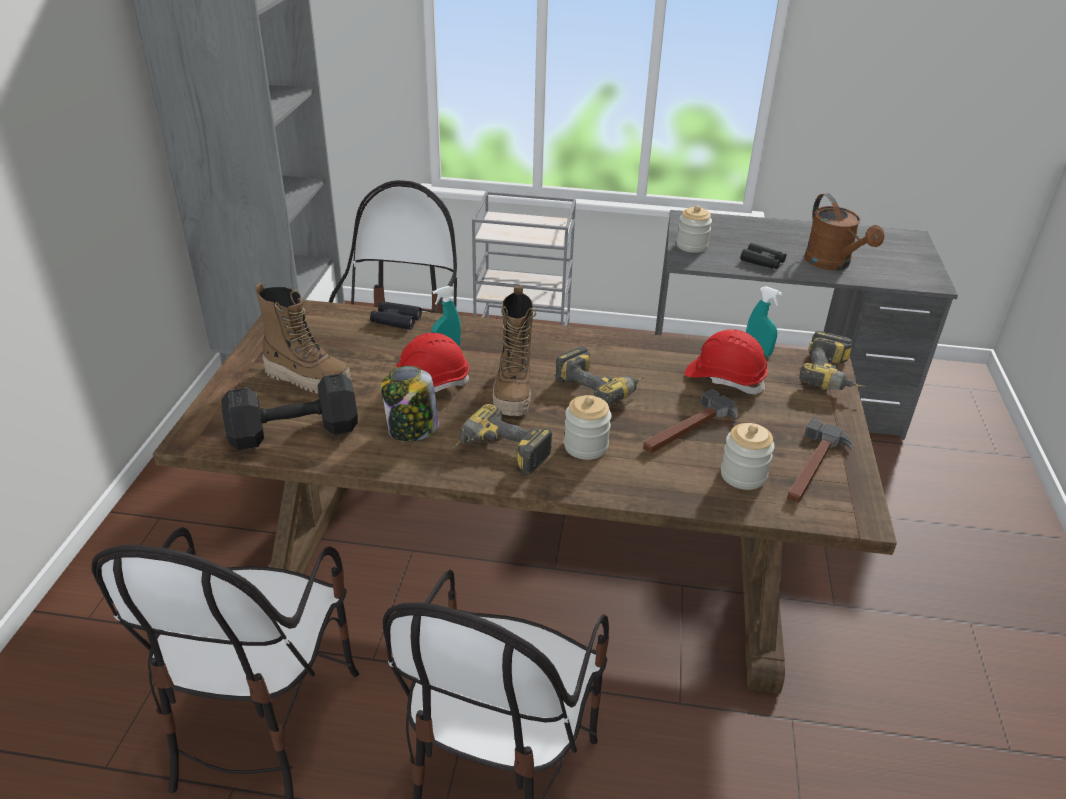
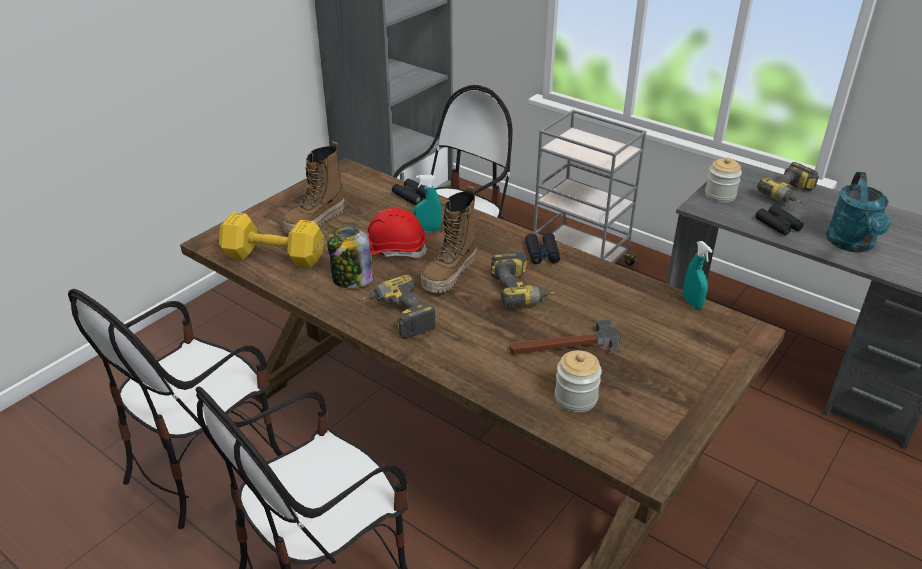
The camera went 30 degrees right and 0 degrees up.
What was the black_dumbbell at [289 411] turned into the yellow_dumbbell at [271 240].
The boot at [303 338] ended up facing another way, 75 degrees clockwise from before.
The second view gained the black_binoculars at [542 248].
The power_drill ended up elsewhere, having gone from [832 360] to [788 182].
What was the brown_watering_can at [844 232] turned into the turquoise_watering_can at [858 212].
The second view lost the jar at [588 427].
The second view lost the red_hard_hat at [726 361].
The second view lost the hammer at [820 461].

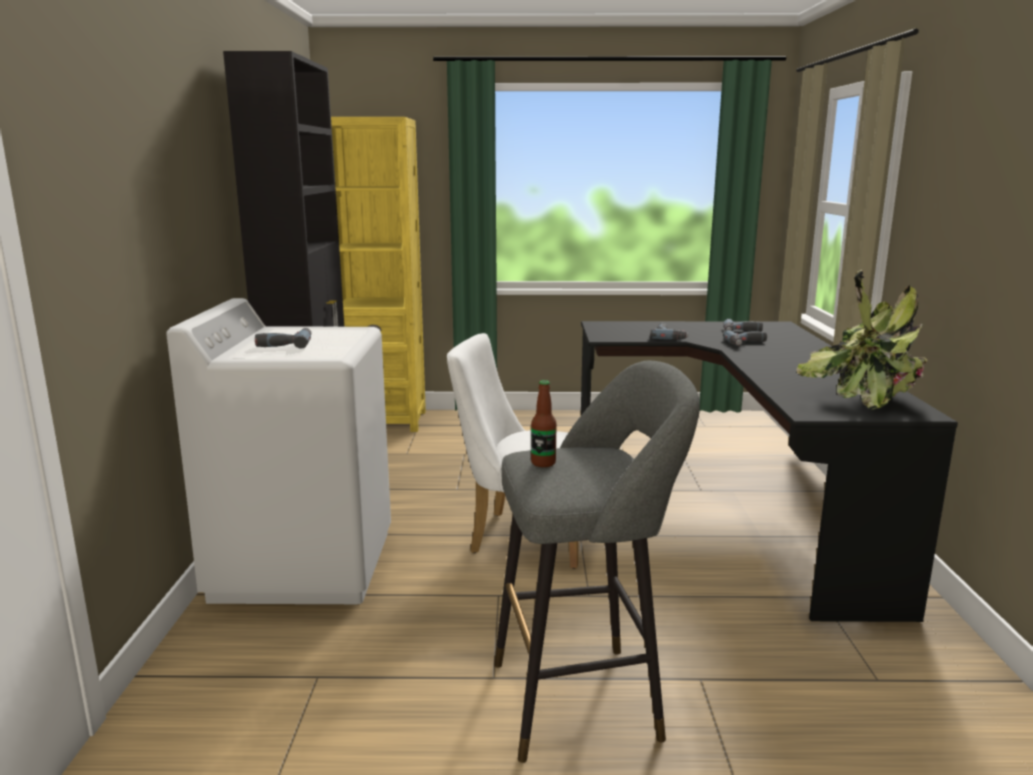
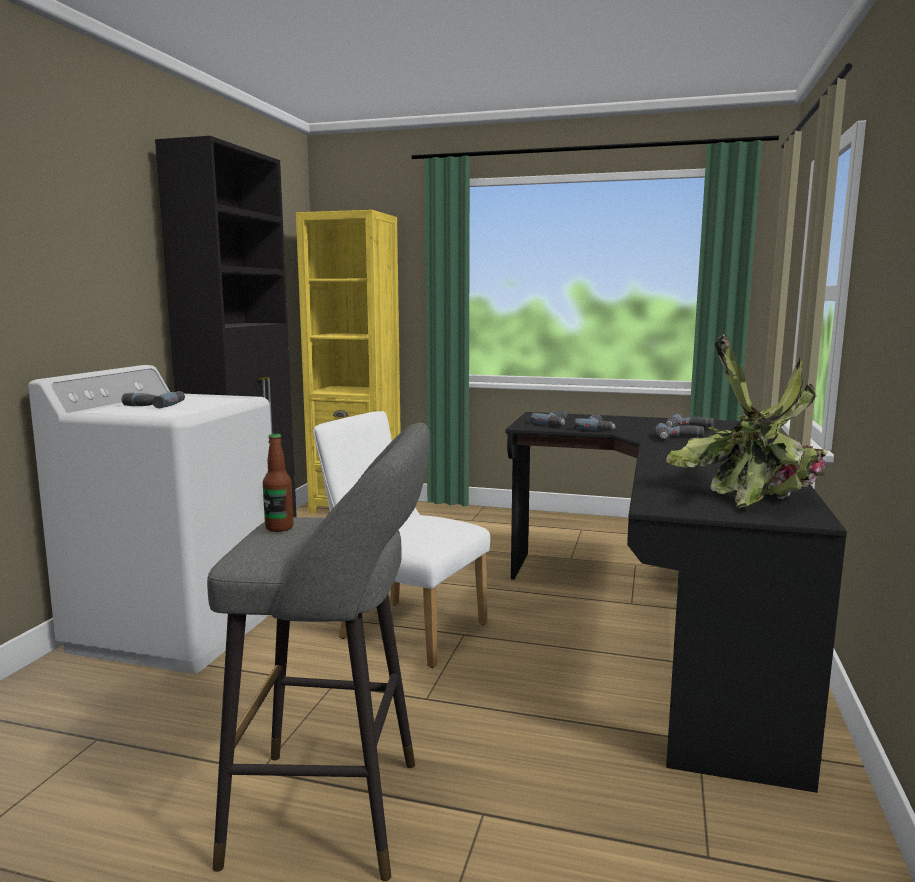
The camera went 15 degrees right and 5 degrees down.
The second view gained the power_drill at [549 418].

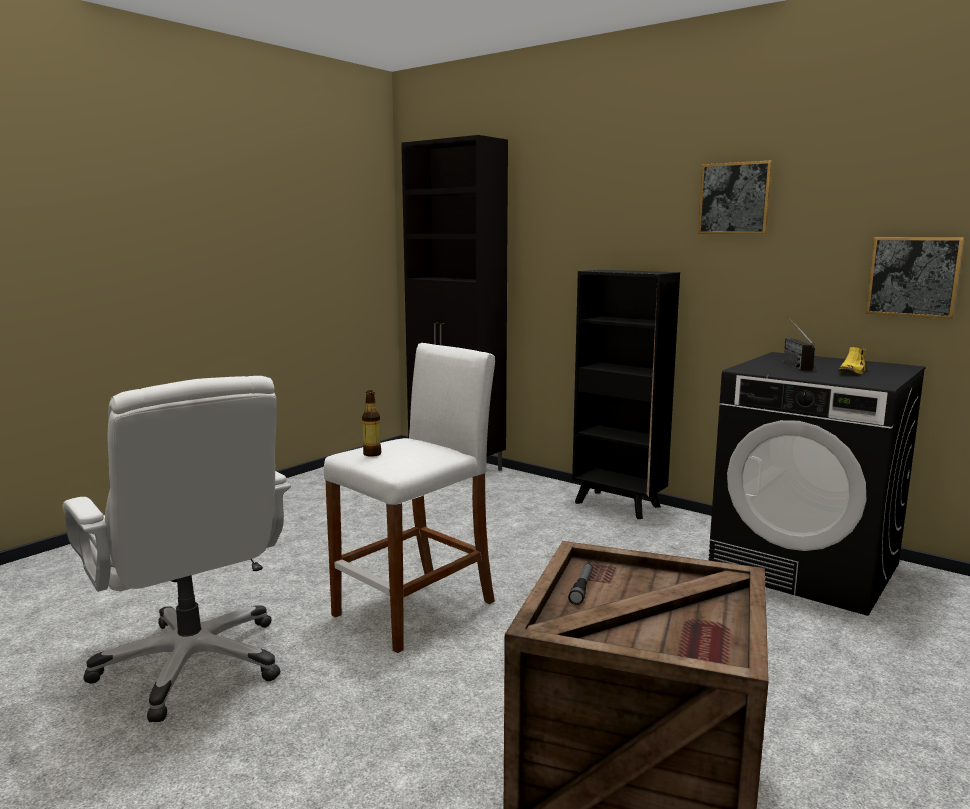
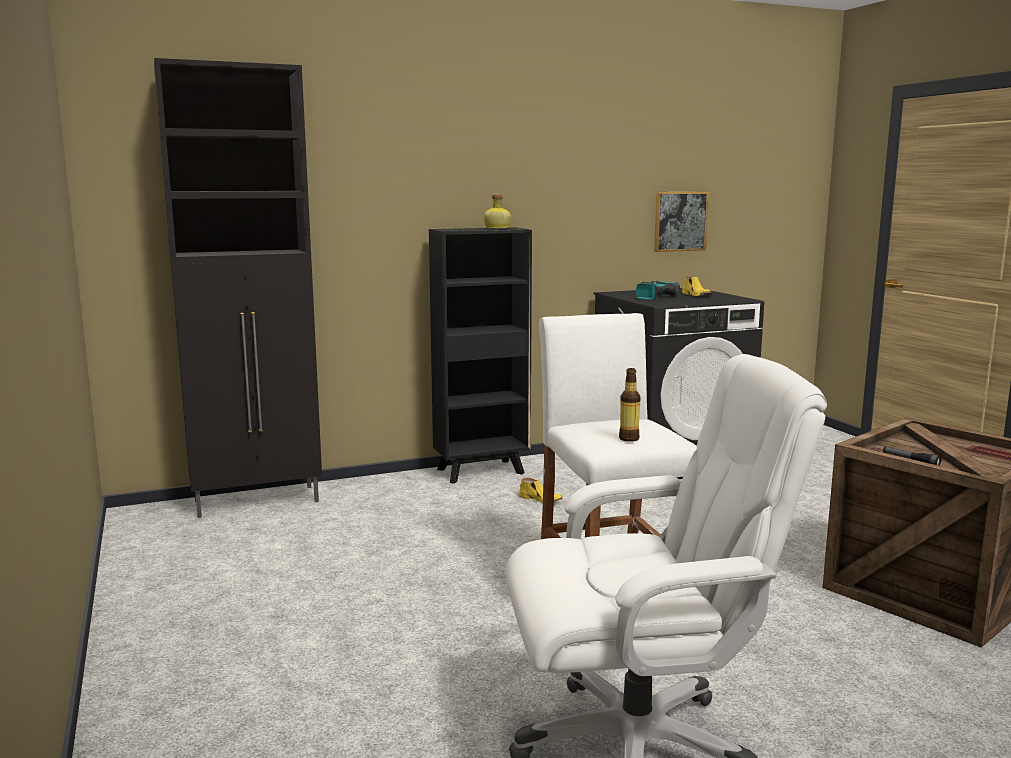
The camera went 60 degrees left and 0 degrees up.
The second view gained the bottle at [497 211].
The second view gained the yellow_shoe at [541 490].
Where the radio stood at [799 344], the power_drill came to stand at [658 290].
The second view lost the picture at [735 197].

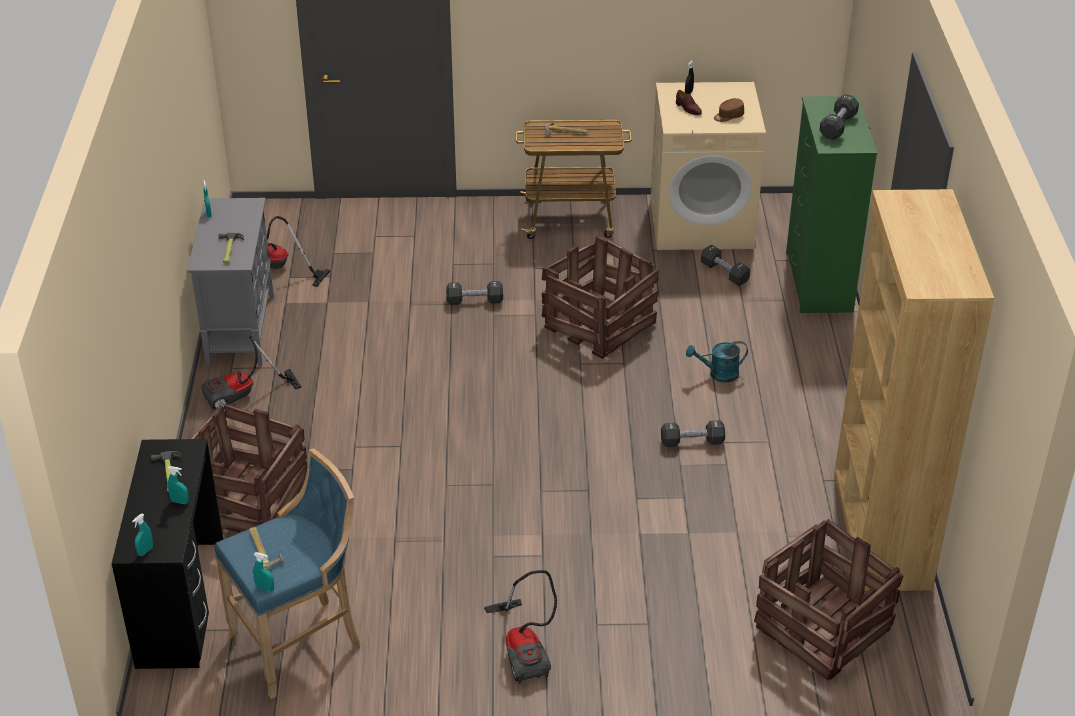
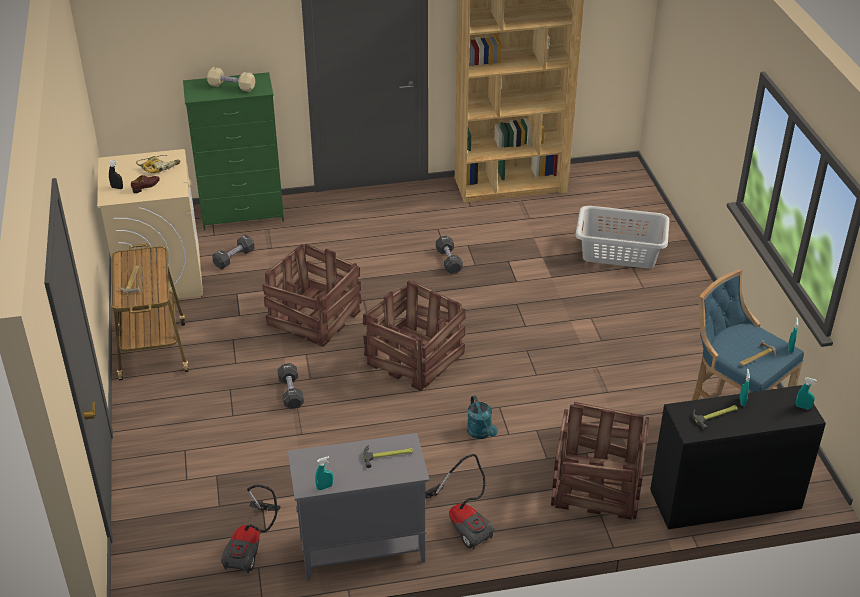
The camera went 100 degrees left and 0 degrees up.
Where the brown_cap stood at [729 110], the power_drill came to stand at [158 164].
What was the black_dumbbell at [839 117] turned into the beige_dumbbell at [231 79].
The crate ended up elsewhere, having gone from [829 600] to [414 336].
The turquoise_watering_can ended up elsewhere, having gone from [717 362] to [482 417].
The second view gained the grey_laundry_basket at [622 237].
The second view lost the vacuum_cleaner at [520 627].

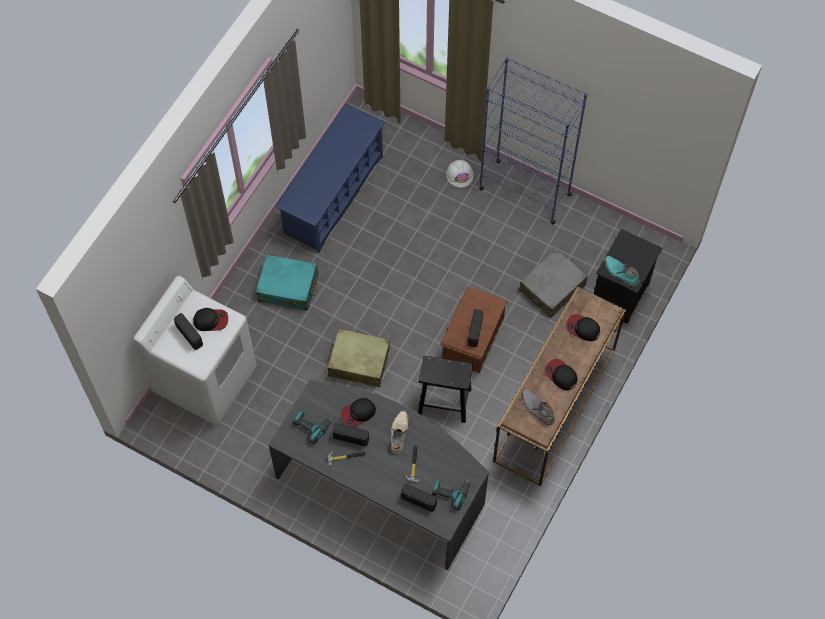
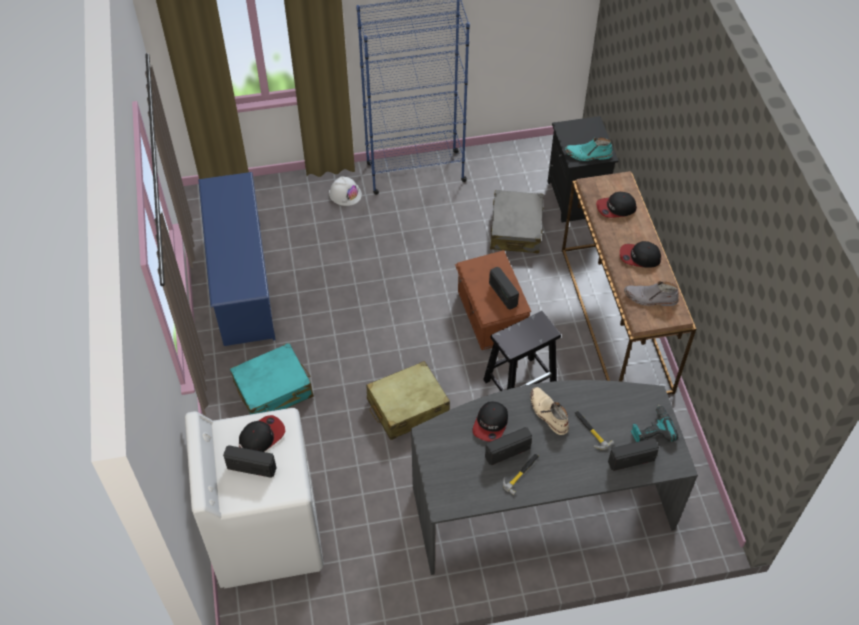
The camera went 40 degrees left and 10 degrees down.
The second view lost the power_drill at [312 427].

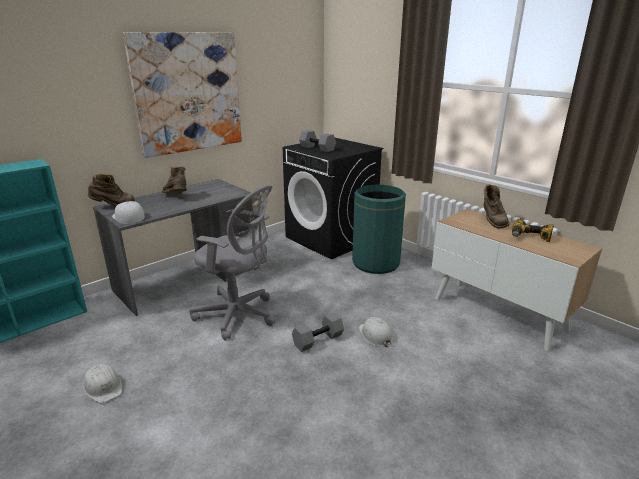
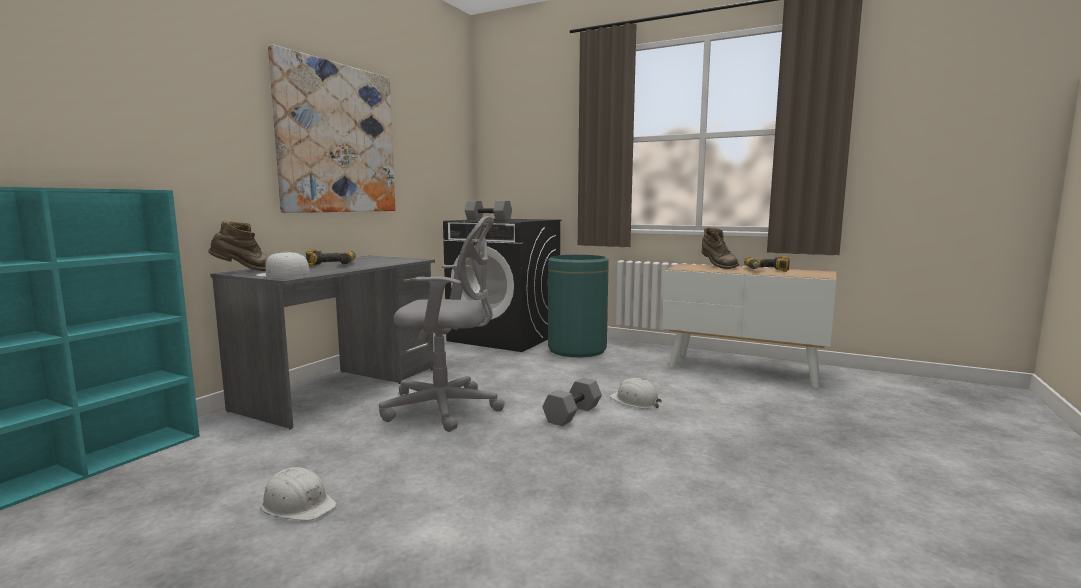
The camera went 20 degrees left and 15 degrees down.
Where the brown_boot stood at [174 180], the power_drill came to stand at [330 258].

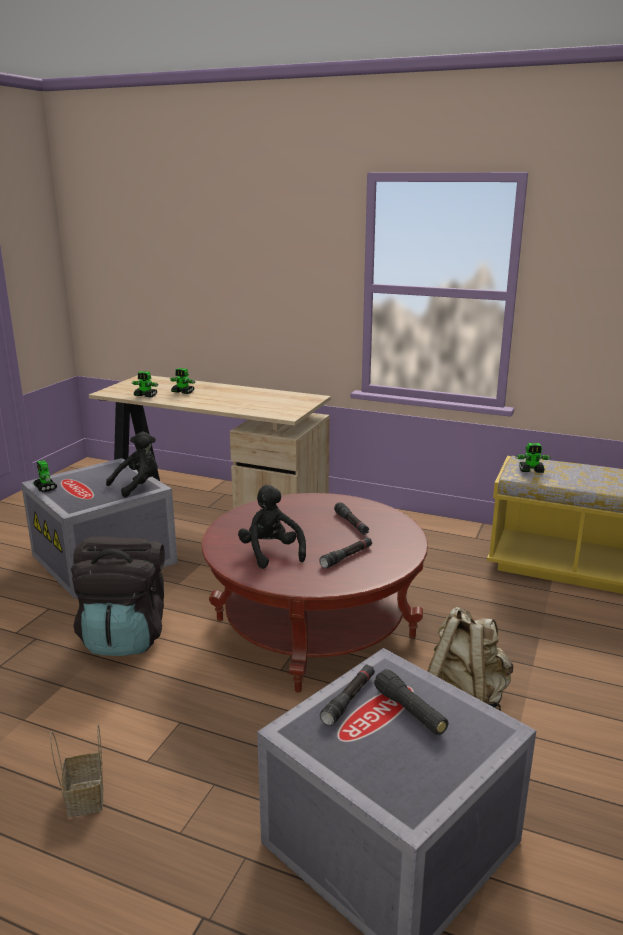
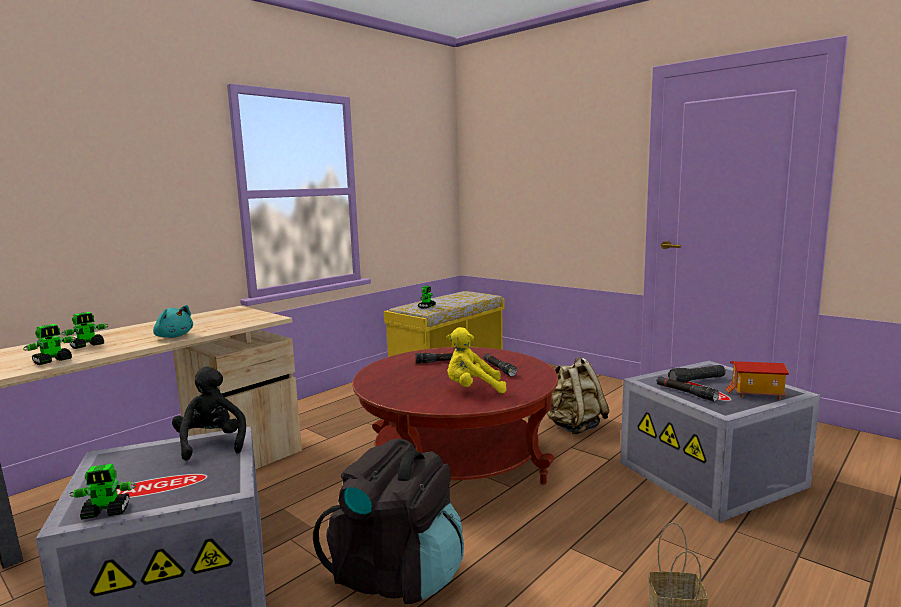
The camera went 70 degrees left and 10 degrees down.
The second view gained the turquoise_plush_toy at [173 321].
What was the black_plush_toy at [272 527] turned into the yellow_plush_toy at [477 360].
The second view gained the toy_house at [757 380].

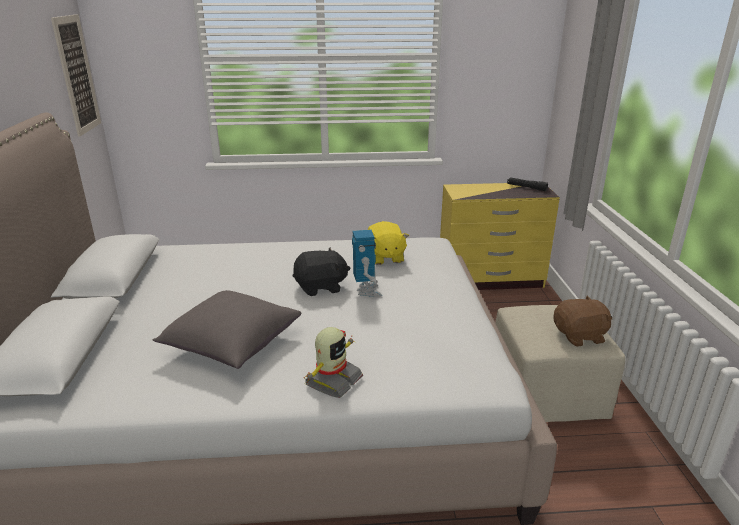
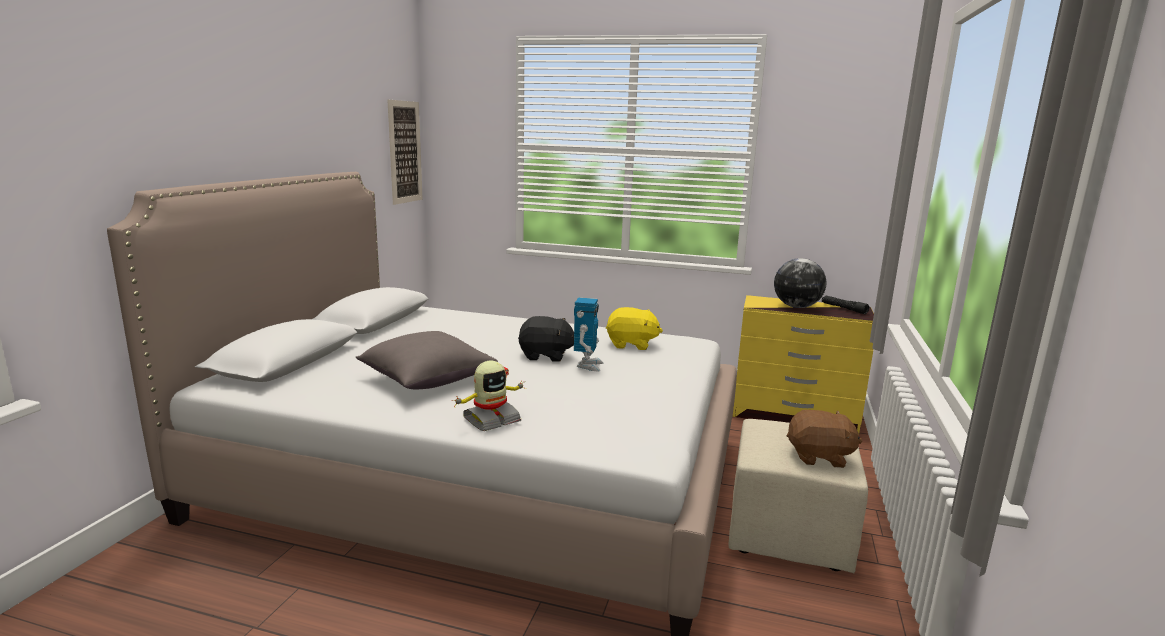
The camera went 20 degrees right and 10 degrees down.
The yellow_plush_toy at [388 243] ended up facing another way, 90 degrees counterclockwise from before.
The second view gained the globe at [800 283].

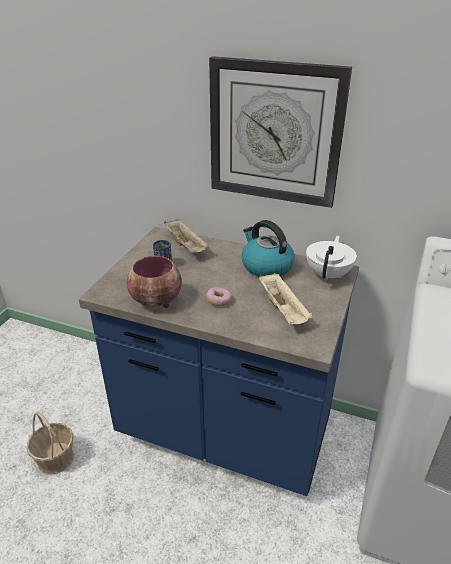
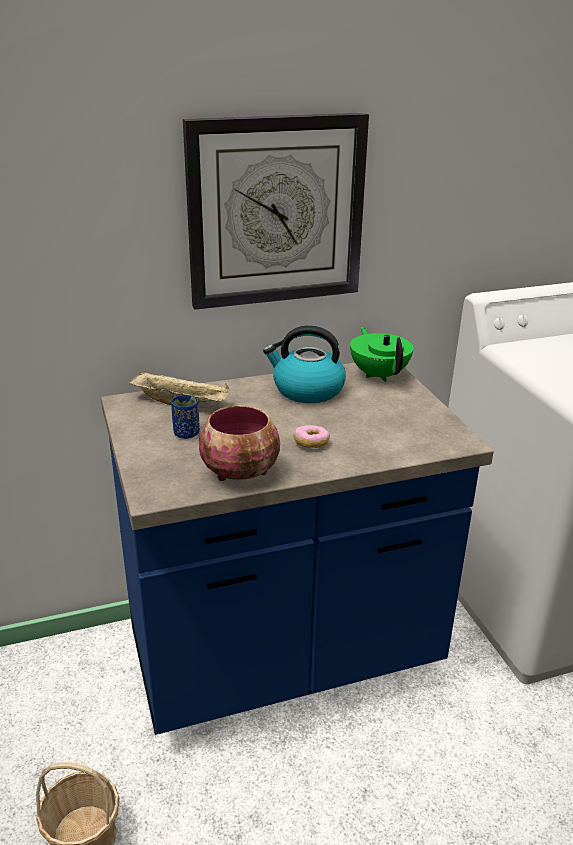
The camera went 40 degrees left and 5 degrees down.
What was the white_teapot at [331 258] turned into the green_teapot at [382 354].
The second view lost the beige_tray at [285 299].

